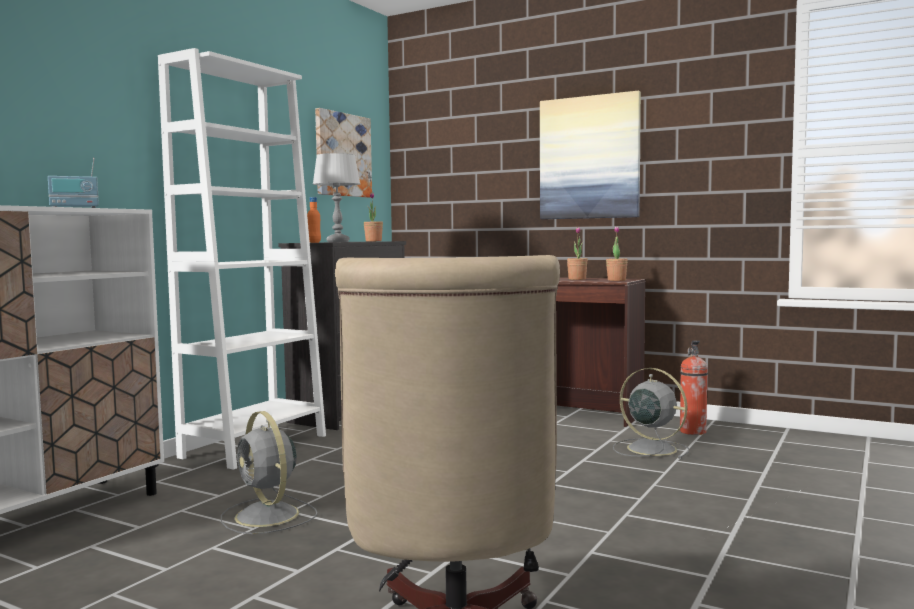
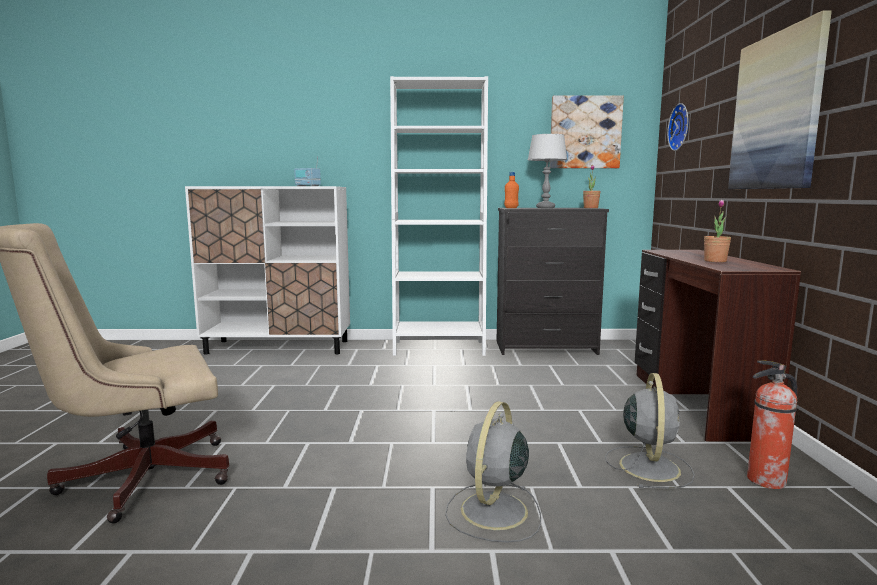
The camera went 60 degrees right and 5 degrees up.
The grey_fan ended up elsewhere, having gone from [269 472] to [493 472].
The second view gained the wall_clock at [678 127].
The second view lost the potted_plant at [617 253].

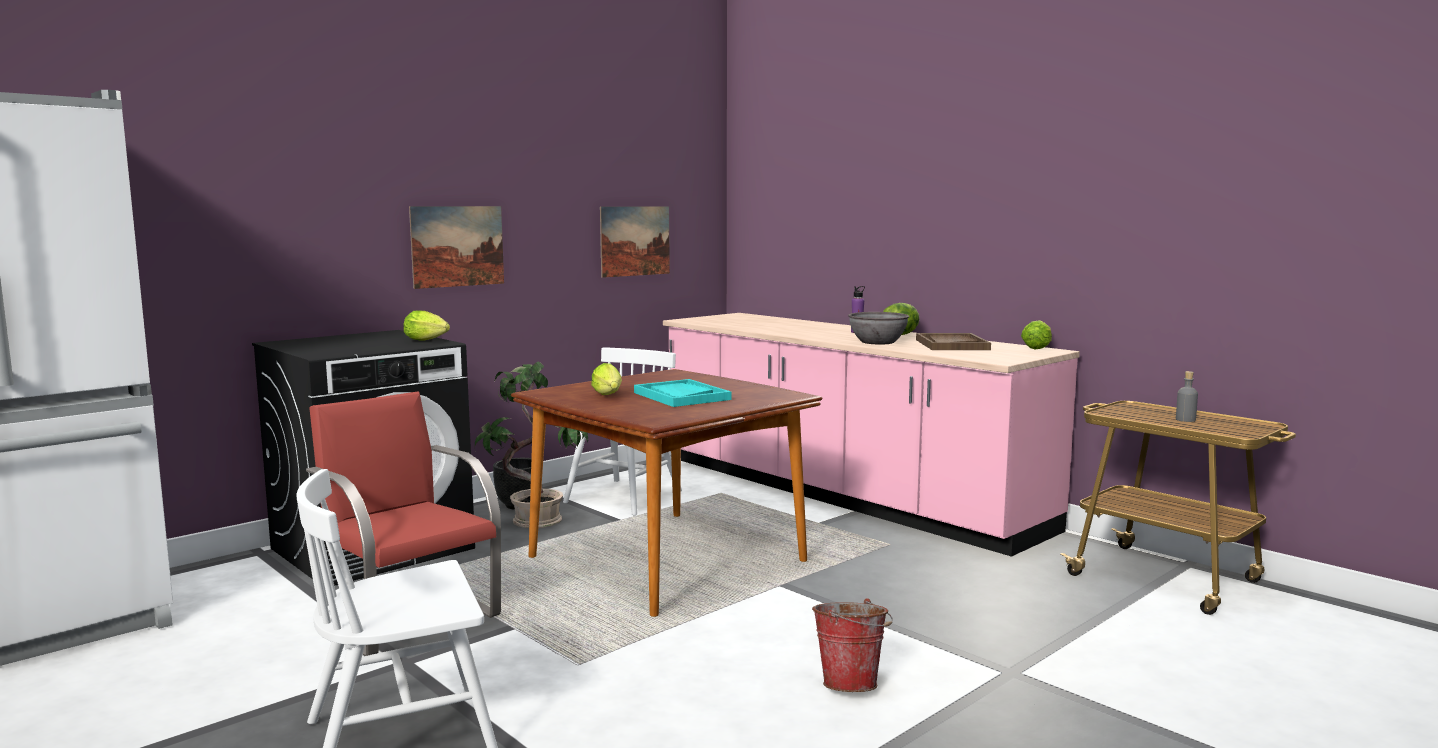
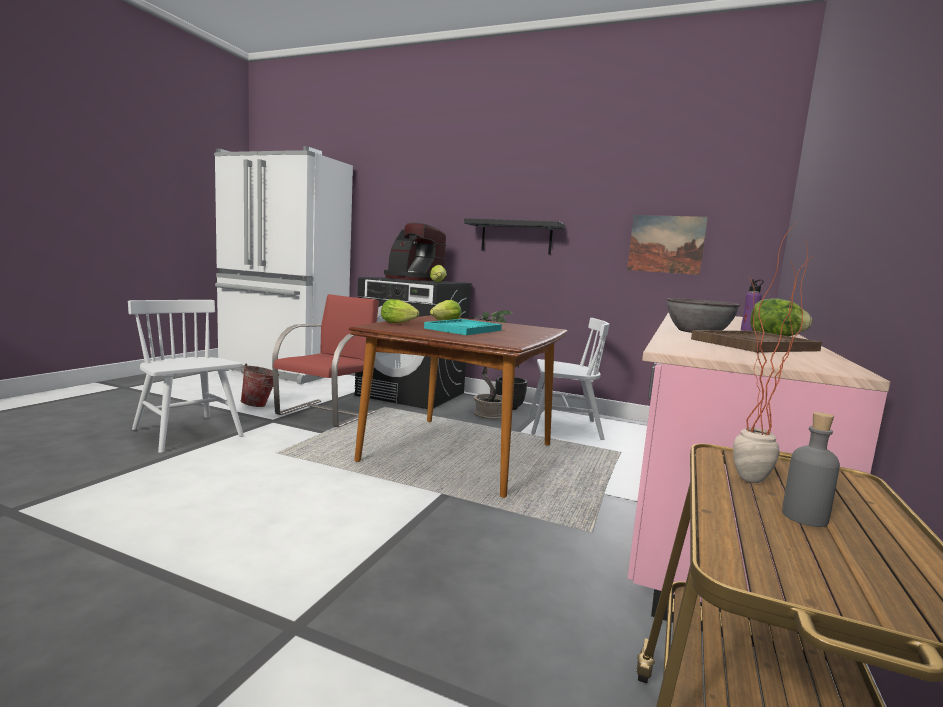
The camera went 65 degrees right and 0 degrees up.
The bucket ended up elsewhere, having gone from [852 645] to [259 385].
The lettuce ended up elsewhere, having gone from [1036 334] to [400 311].
The second view gained the coffee_machine at [415 252].
Where the picture hung at [456 247], the black_shelf came to hang at [514 236].
The second view gained the potted_plant at [771 353].

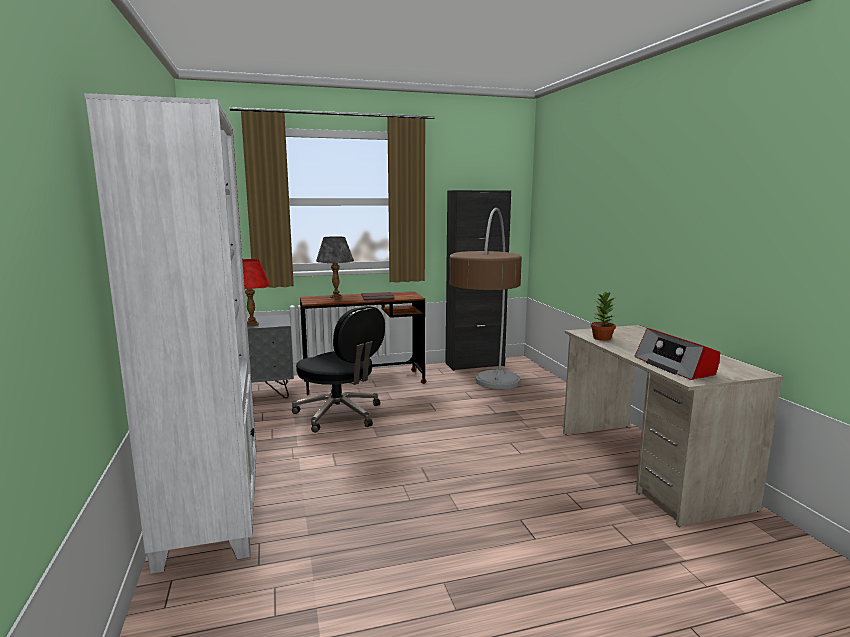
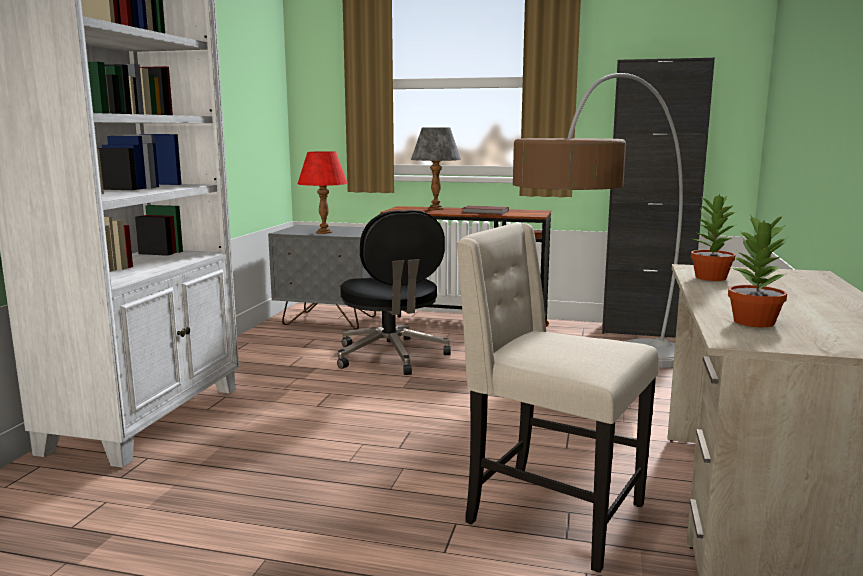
The camera went 30 degrees right and 0 degrees up.
The second view gained the beige_chair at [557 398].
Where the radio stood at [677 354], the potted_plant came to stand at [758 270].

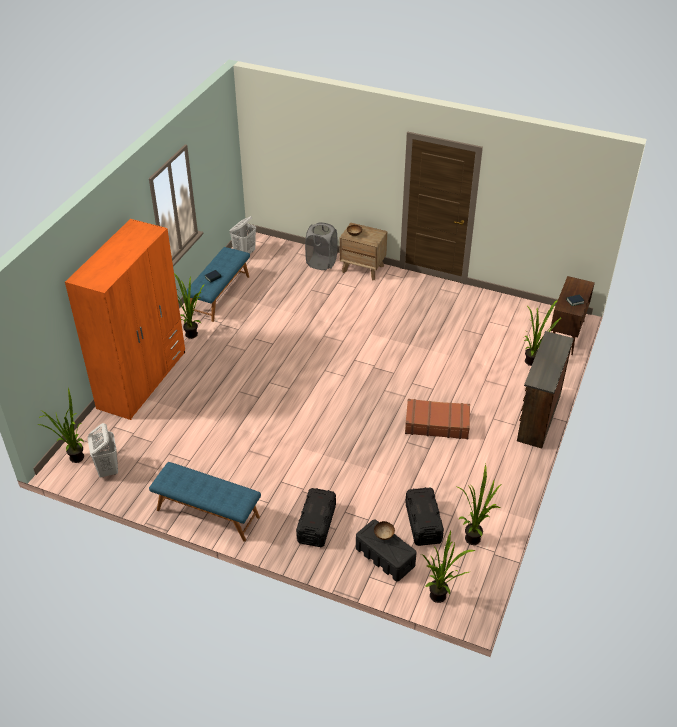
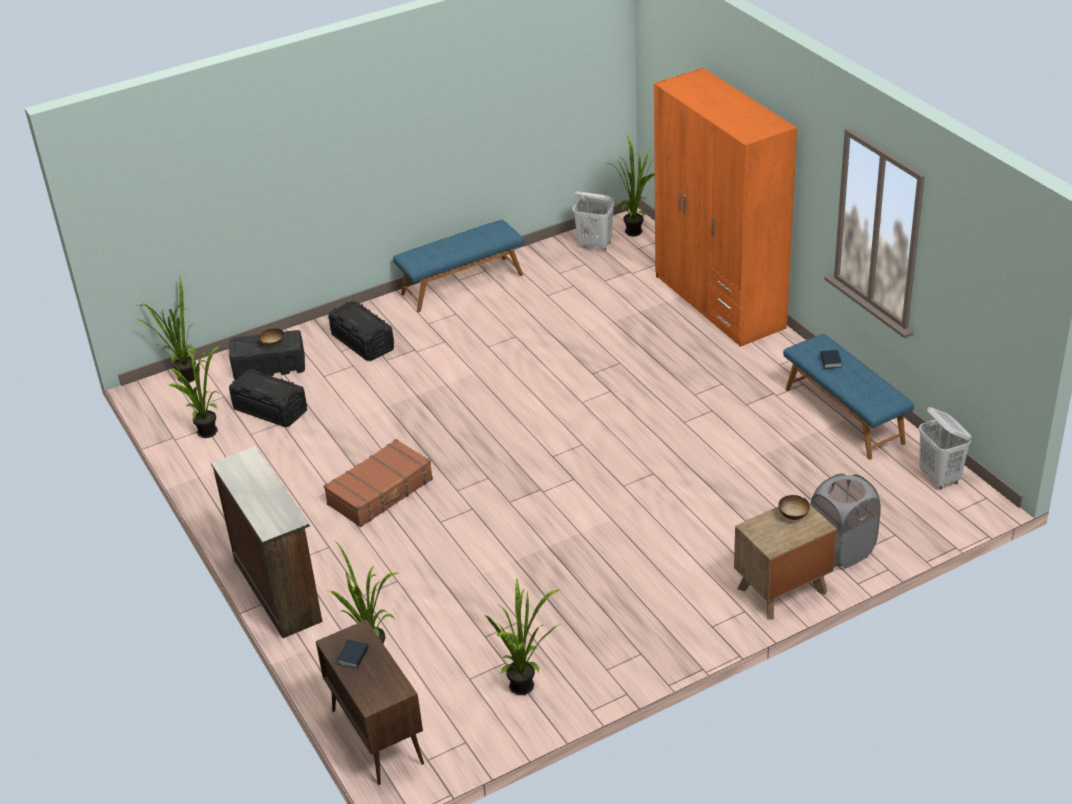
The camera went 130 degrees right and 5 degrees down.
The potted_plant ended up elsewhere, having gone from [189 306] to [523 636].

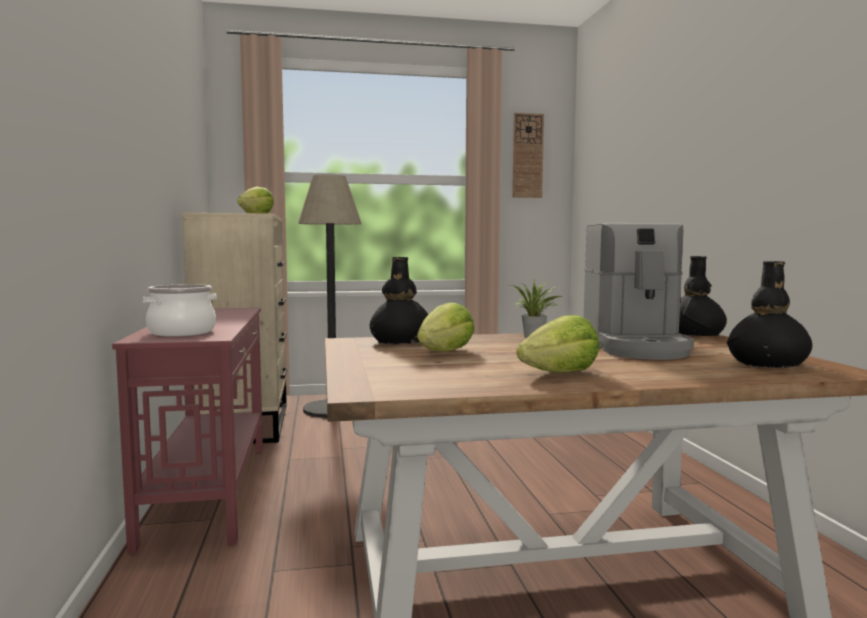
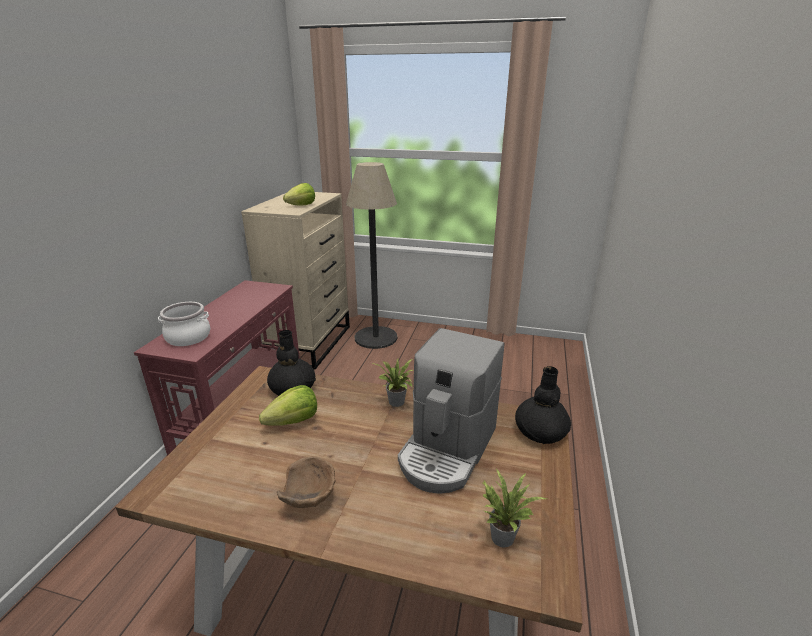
The camera went 25 degrees right and 20 degrees up.
Where the lettuce stood at [557 344], the brown_bowl came to stand at [306 482].
Where the black_vase stood at [769 314], the potted_plant came to stand at [514 508].
The second view lost the wall_clock at [528 155].

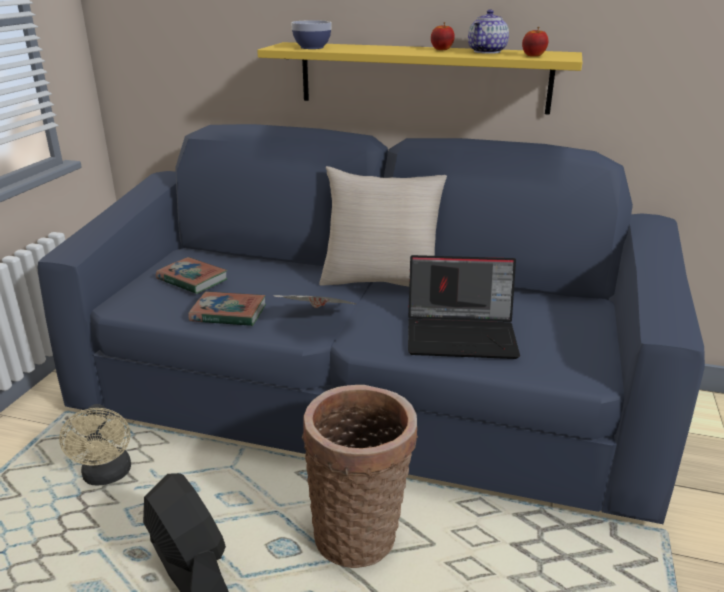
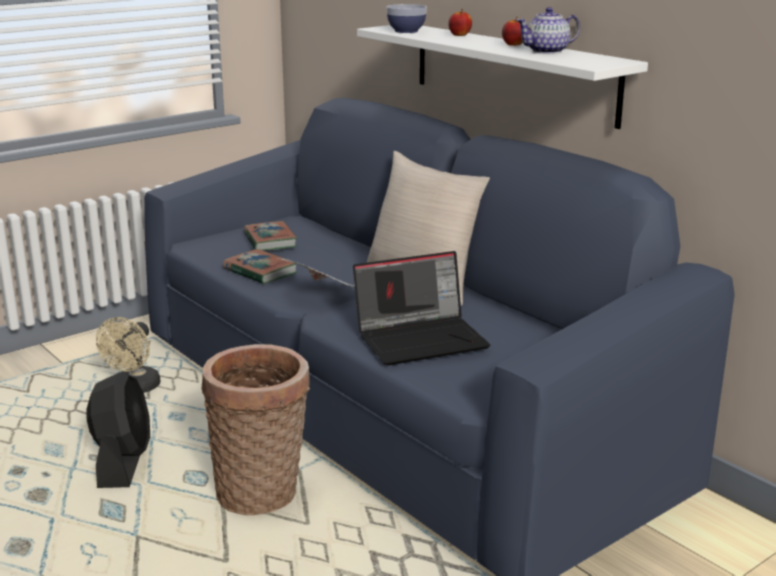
The camera went 35 degrees right and 5 degrees down.
The laptop at [464 307] ended up facing another way, 60 degrees counterclockwise from before.
What was the yellow_shelf at [420 78] turned into the white_shelf at [502 77].
The apple ended up elsewhere, having gone from [535 42] to [460 22].

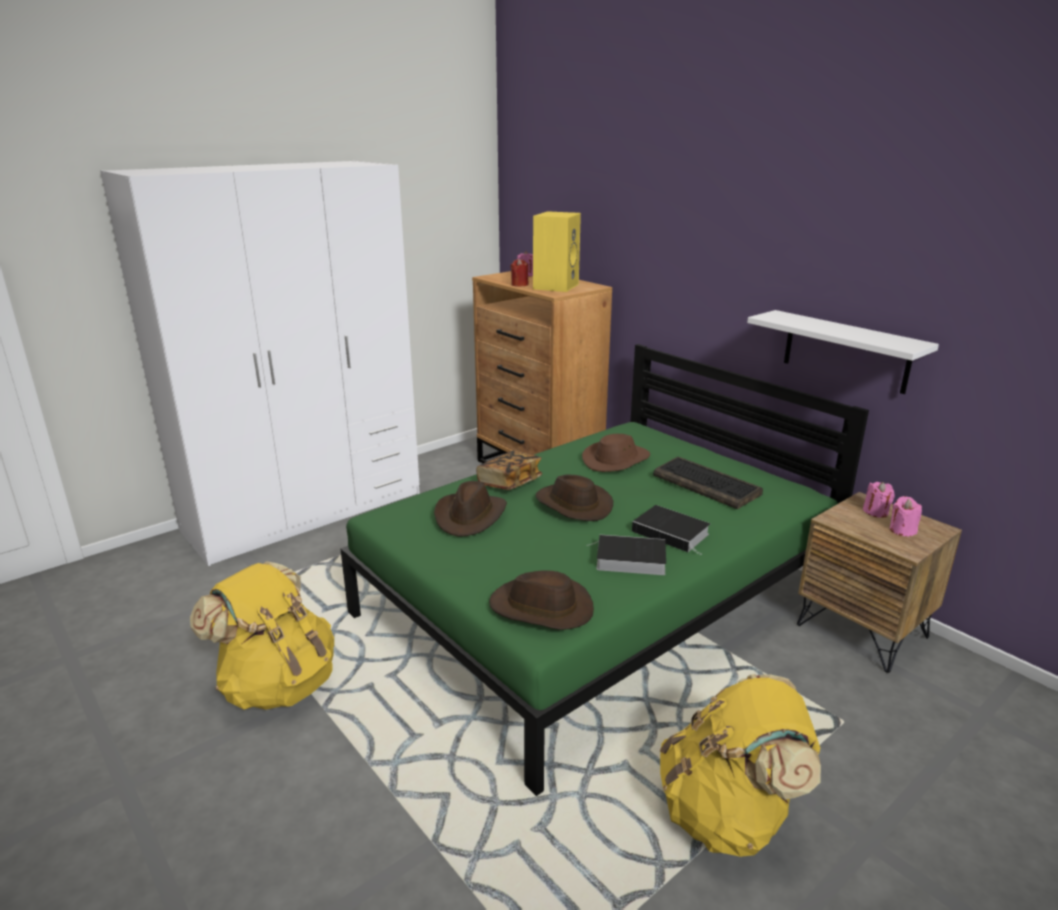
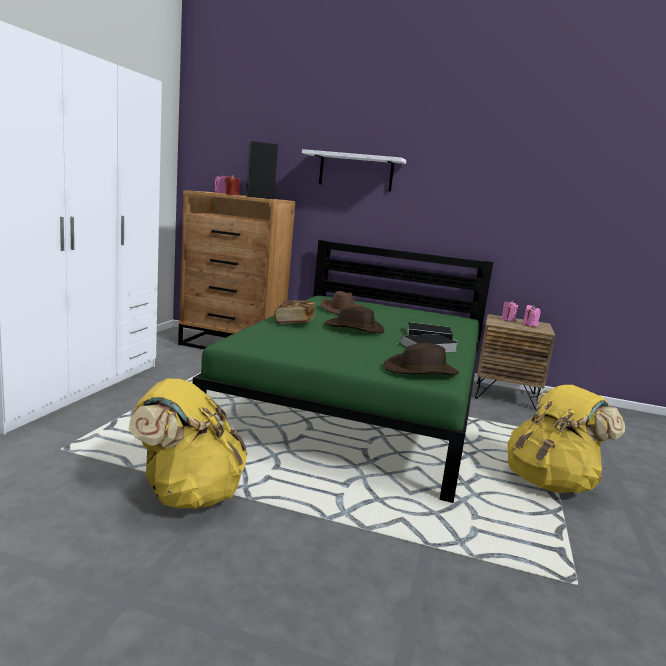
The camera went 35 degrees left and 10 degrees down.
What was the yellow_speaker at [557 251] turned into the black_speaker at [262 170].
The white_shelf ended up elsewhere, having gone from [843 352] to [354 170].
The second view lost the brown_hat at [470 509].
The second view lost the keyboard at [708 483].

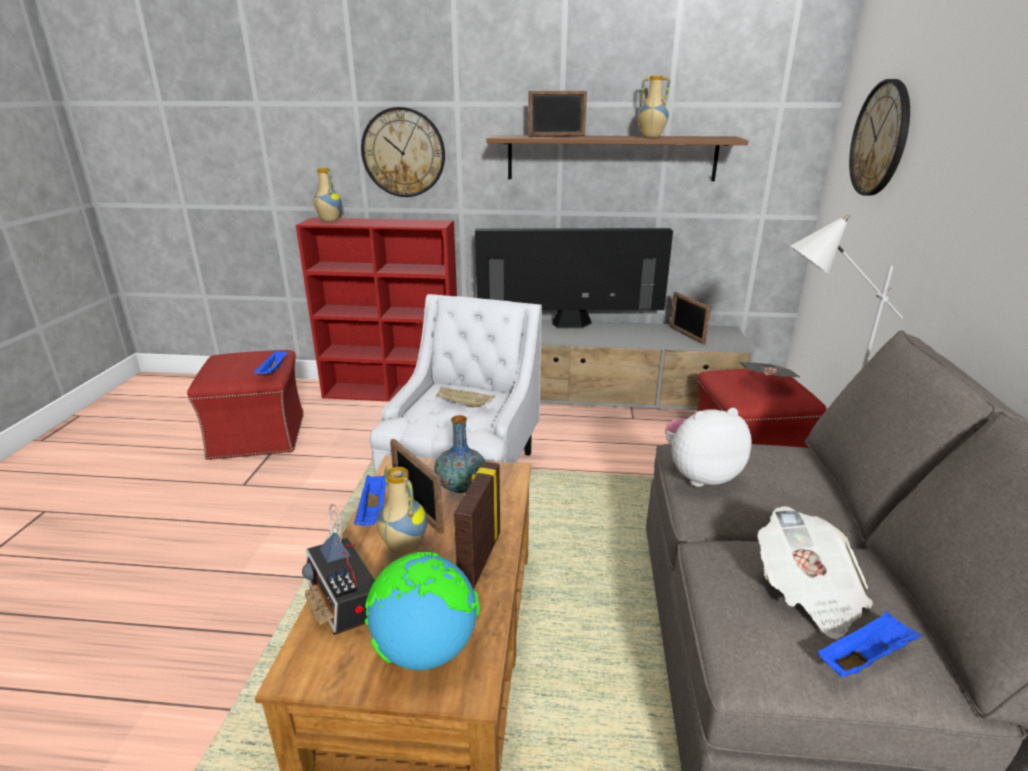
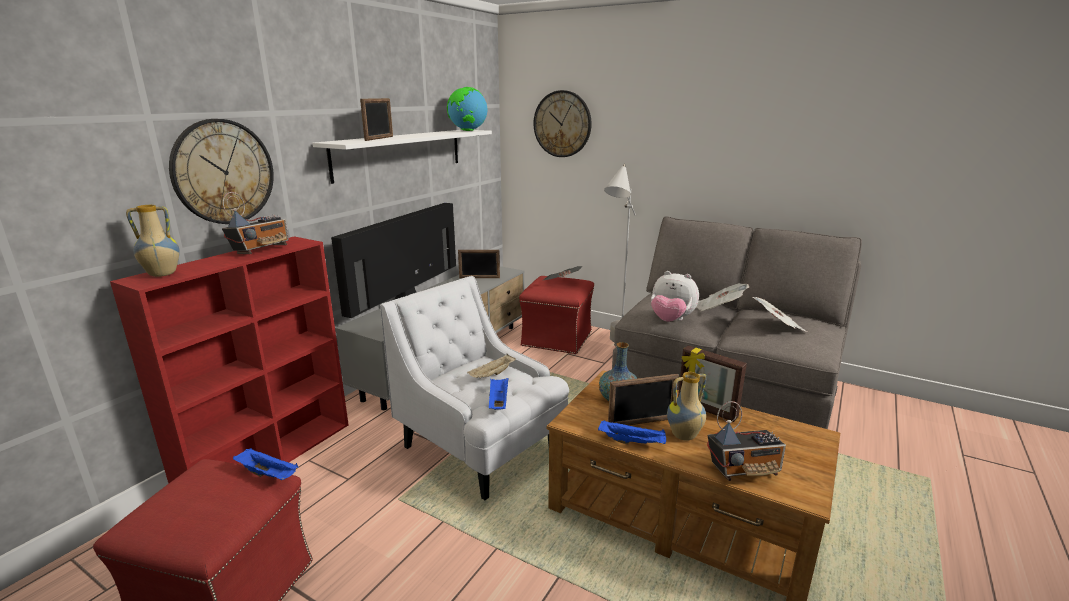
The camera went 65 degrees left and 5 degrees down.
The second view gained the radio at [255 223].
What was the brown_shelf at [617 158] turned into the white_shelf at [402 157].
The globe ended up elsewhere, having gone from [422 611] to [467 109].
The blue_tray ended up elsewhere, having gone from [870 644] to [498 394].
The plush_toy at [708 447] ended up facing another way, 75 degrees counterclockwise from before.
The second view gained the newspaper at [722 297].
The second view lost the vase at [653 107].

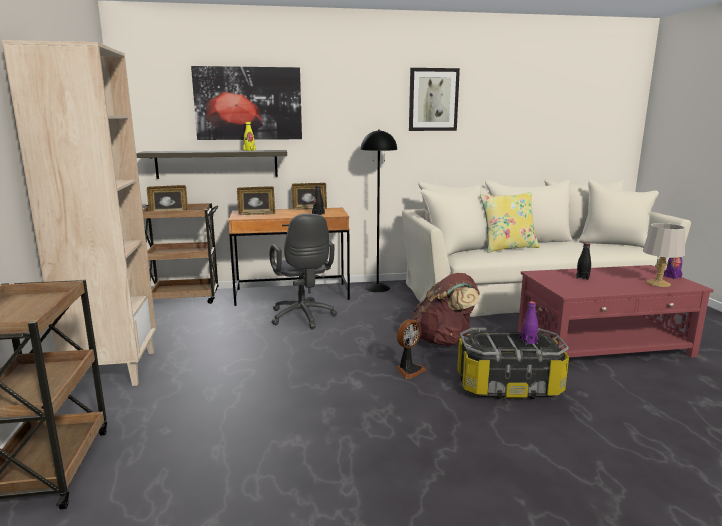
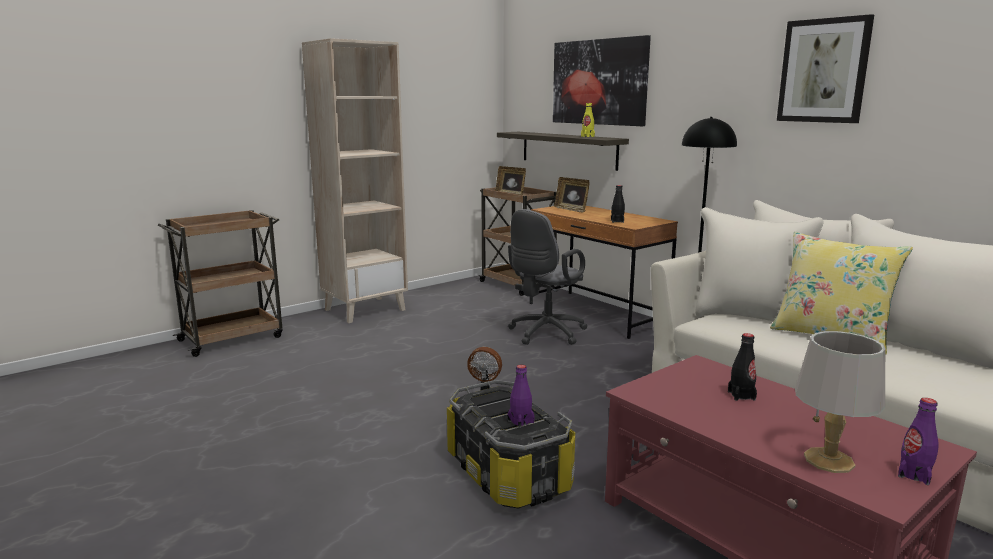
The camera went 60 degrees right and 0 degrees up.
The second view lost the picture_frame at [309 196].
The second view lost the brown_backpack at [446 309].

